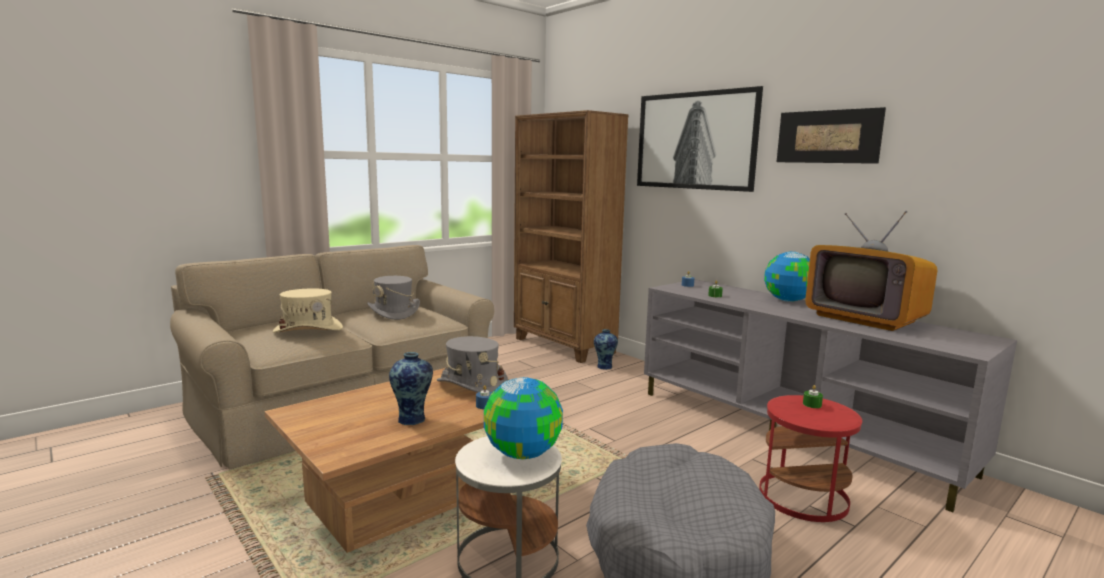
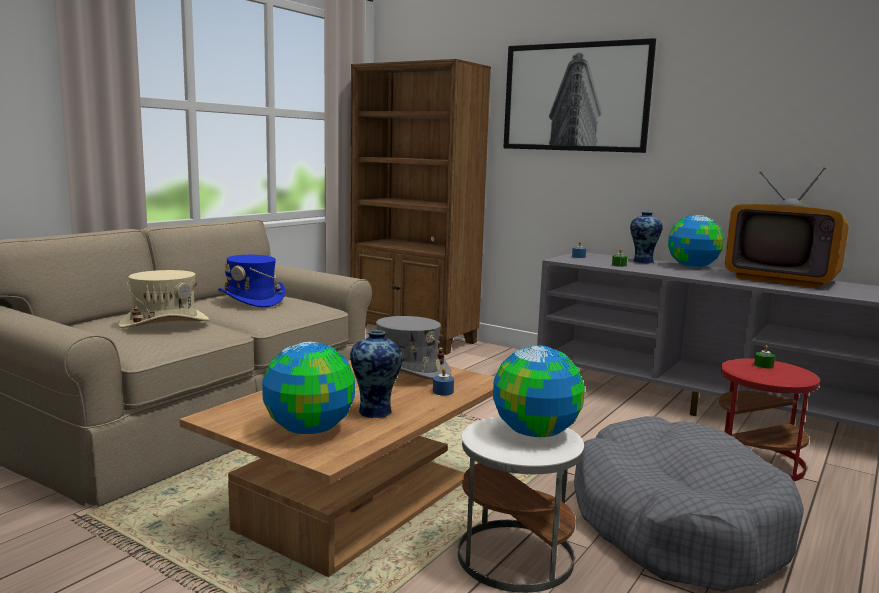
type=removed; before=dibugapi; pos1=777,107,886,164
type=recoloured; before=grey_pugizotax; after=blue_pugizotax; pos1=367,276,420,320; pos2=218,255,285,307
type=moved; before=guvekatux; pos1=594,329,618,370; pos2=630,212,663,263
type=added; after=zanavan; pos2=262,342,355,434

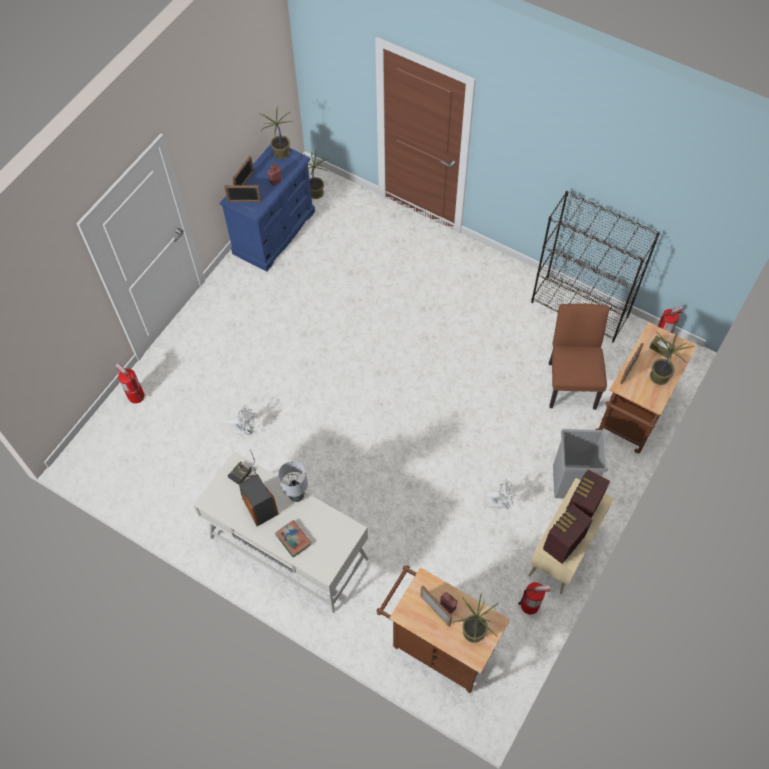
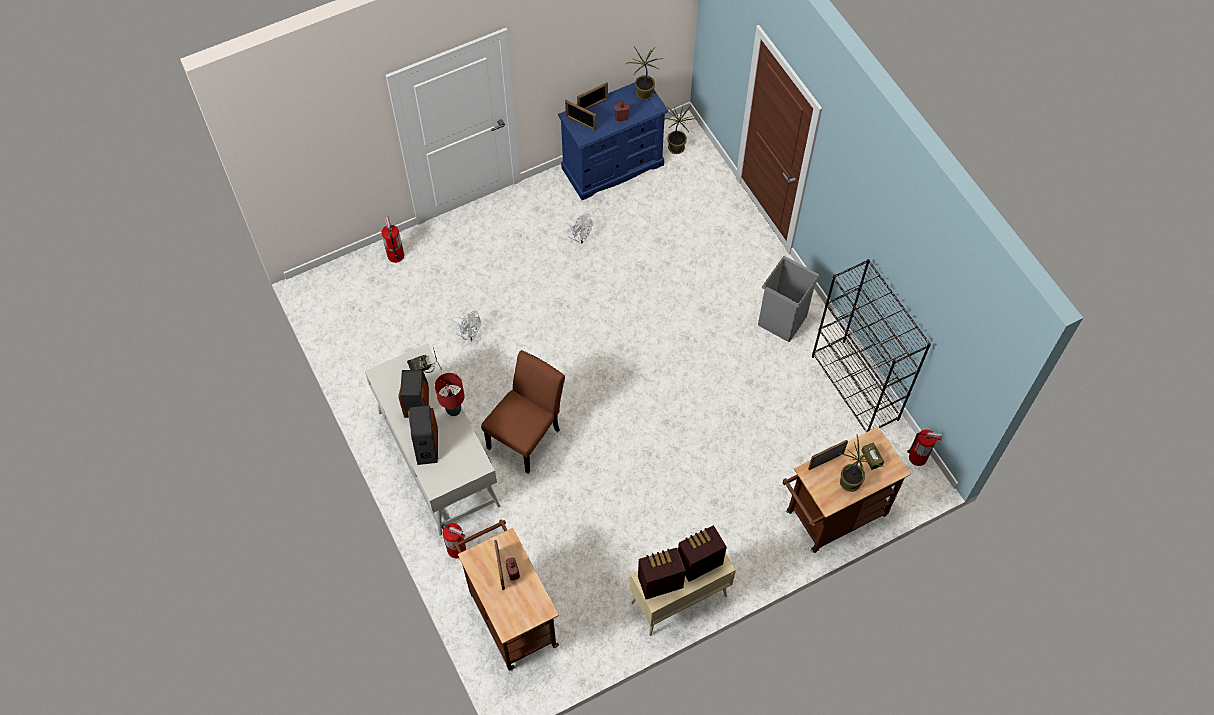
type=moved; before=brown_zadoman; pos1=549,304,609,410; pos2=481,350,565,474
type=moved; before=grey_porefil; pos1=553,429,607,498; pos2=758,256,820,342
type=recoloured; before=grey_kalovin; after=red_kalovin; pos1=278,461,308,502; pos2=435,373,465,416
type=moved; before=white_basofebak; pos1=486,479,515,509; pos2=566,214,592,244
type=replaced; before=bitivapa; after=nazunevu; pos1=275,520,311,558; pos2=408,406,438,465
type=moved; before=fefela; pos1=518,582,551,615; pos2=441,523,466,558
type=removed; before=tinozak; pos1=454,593,499,643

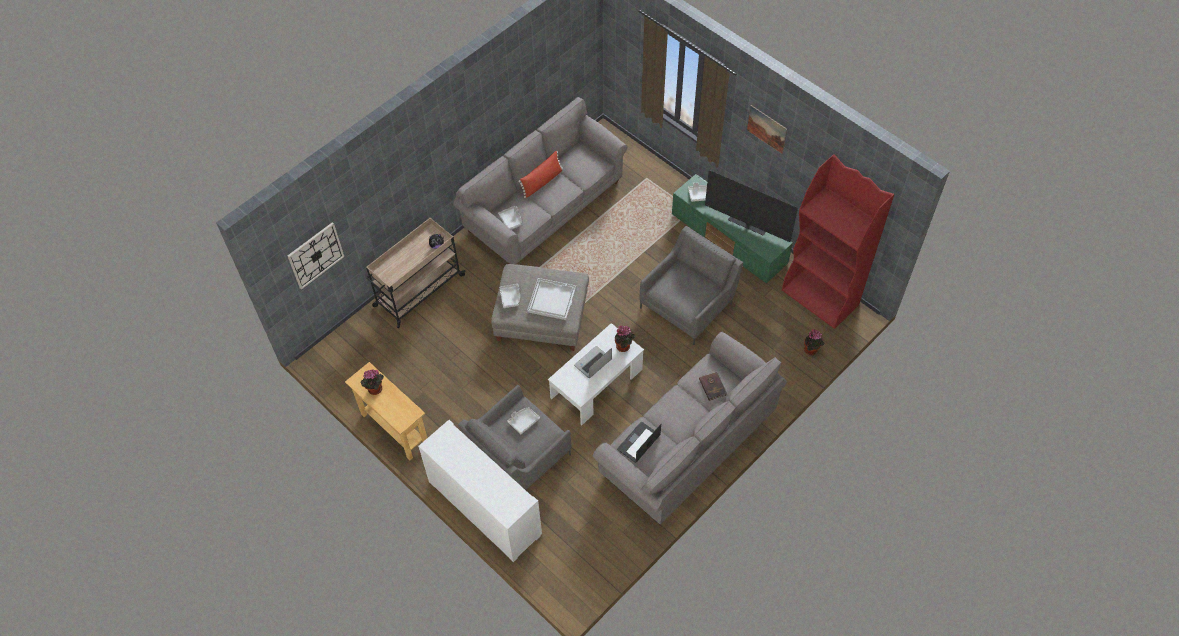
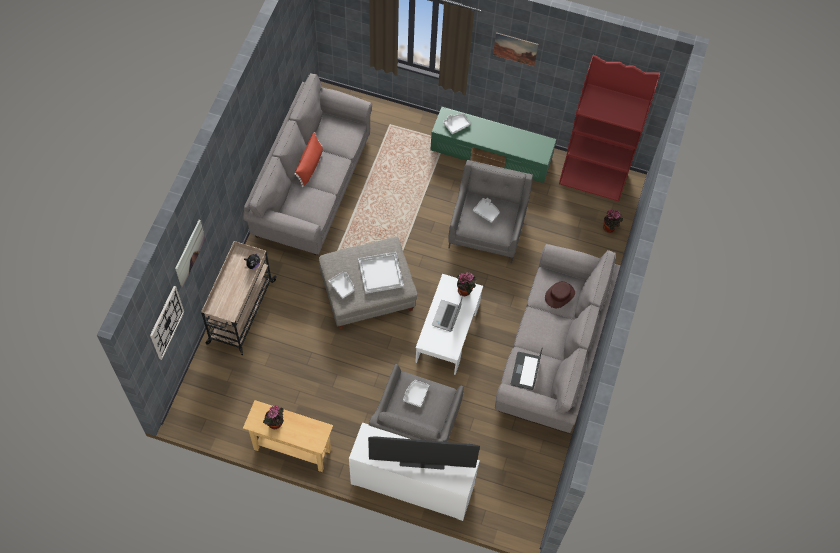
type=moved; before=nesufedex; pos1=705,170,798,242; pos2=368,437,480,470
type=moved; before=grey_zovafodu; pos1=498,206,522,230; pos2=473,198,500,223
type=replaced; before=brown_bitivapa; after=brown_pugizotax; pos1=699,371,727,401; pos2=545,282,575,308
type=added; after=dibugapi; pos2=175,220,205,287

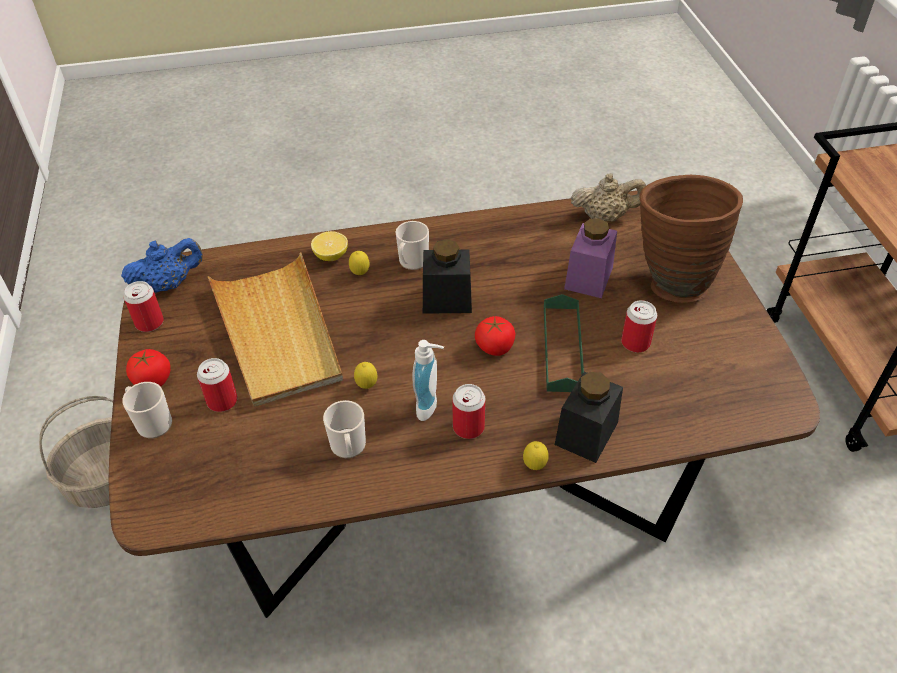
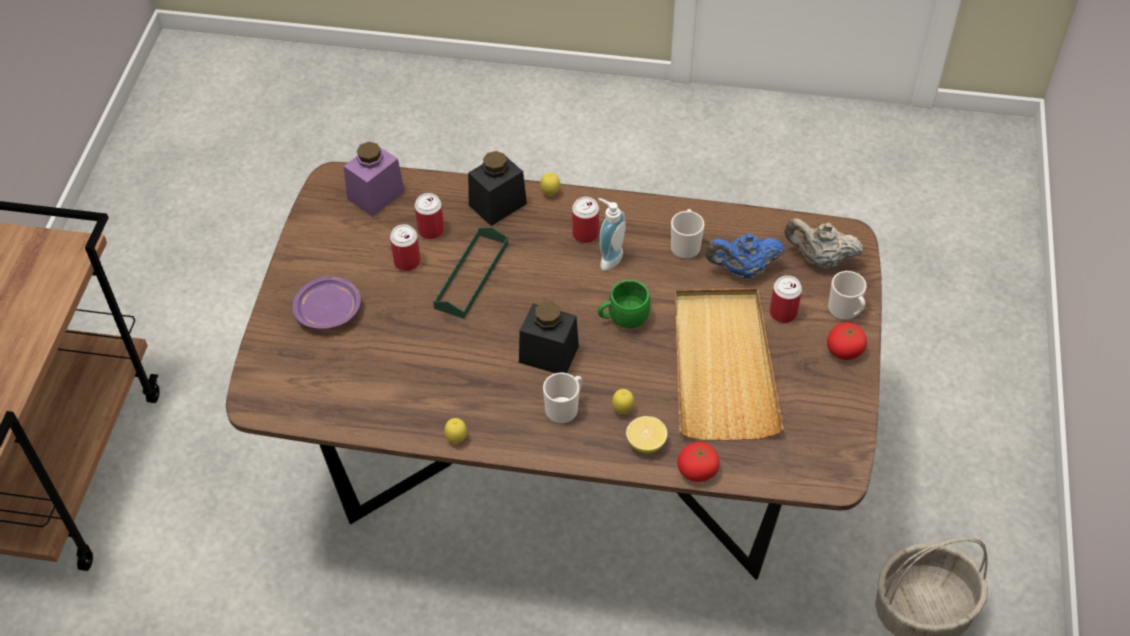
type=moved; before=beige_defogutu; pos1=571,173,646,221; pos2=784,218,863,269
type=replaced; before=brown_guvekatux; after=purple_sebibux; pos1=639,175,743,303; pos2=292,276,361,330
type=moved; before=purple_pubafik; pos1=564,218,617,298; pos2=344,142,405,217
type=moved; before=blue_defogutu; pos1=121,238,203,293; pos2=705,233,785,278
type=moved; before=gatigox; pos1=123,281,164,332; pos2=415,193,444,239
type=moved; before=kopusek; pos1=475,316,515,356; pos2=677,442,719,482
type=moved; before=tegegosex; pos1=354,362,378,389; pos2=444,418,467,443
type=added; after=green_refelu; pos2=598,280,650,328

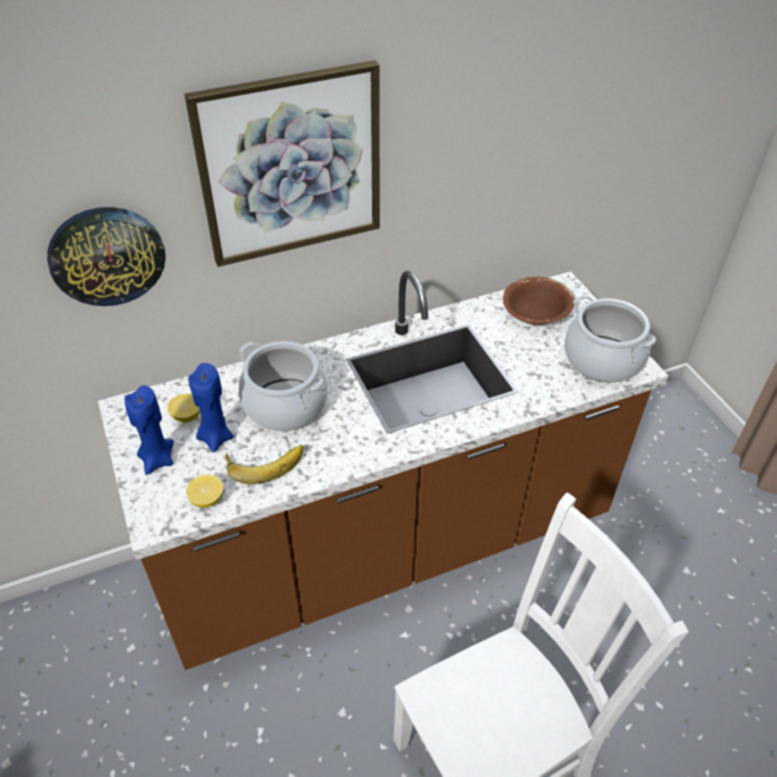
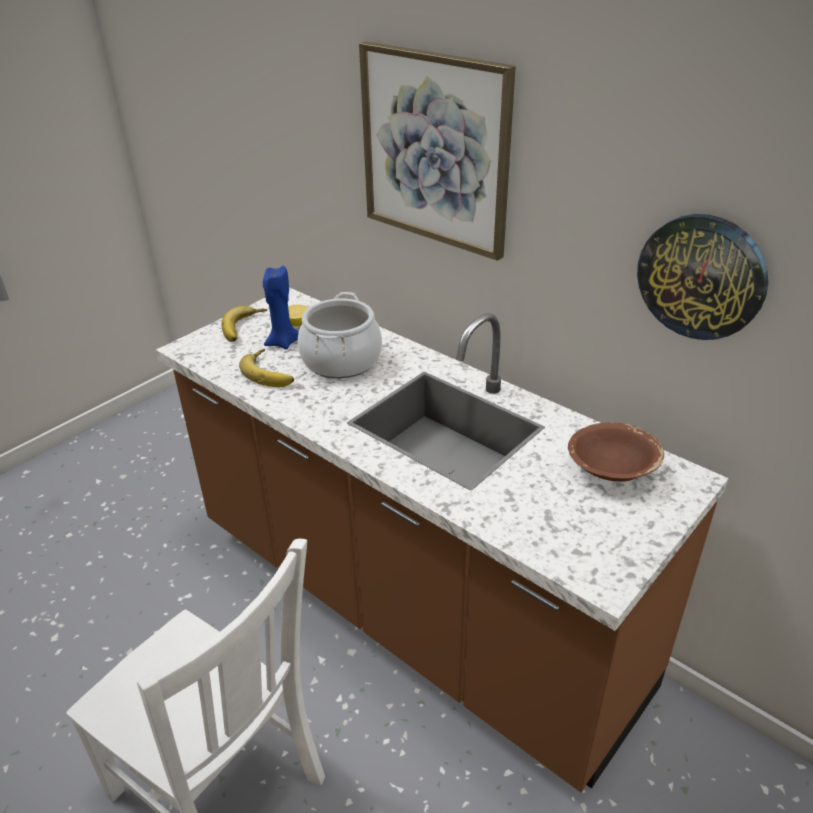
type=moved; before=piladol; pos1=47,207,166,306; pos2=637,214,768,340
type=removed; before=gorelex; pos1=565,295,656,382
type=replaced; before=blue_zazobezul; after=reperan; pos1=125,385,174,475; pos2=221,306,267,342
type=removed; before=tegegosex; pos1=186,474,223,508

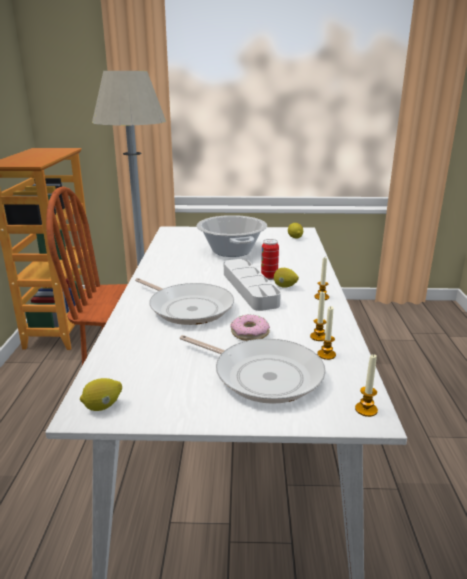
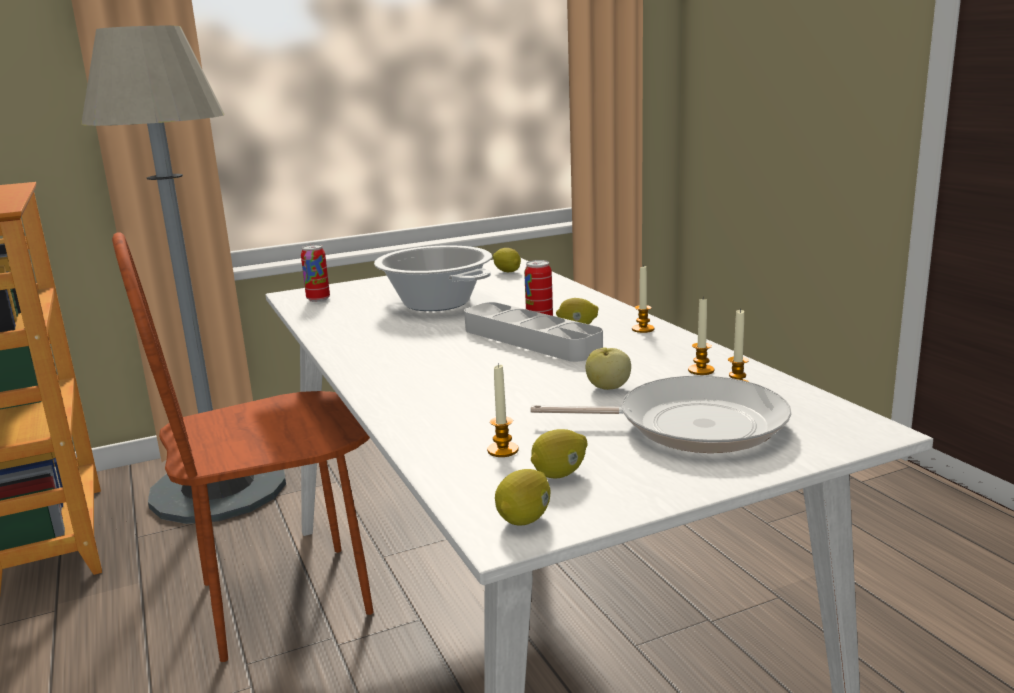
type=removed; before=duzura; pos1=135,278,234,325
type=replaced; before=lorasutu; after=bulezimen; pos1=230,314,270,341; pos2=586,348,631,390
type=moved; before=zazobezul; pos1=355,354,378,417; pos2=487,364,518,457
type=added; after=gatigox; pos2=301,245,330,302
type=added; after=tegegosex; pos2=531,429,588,478

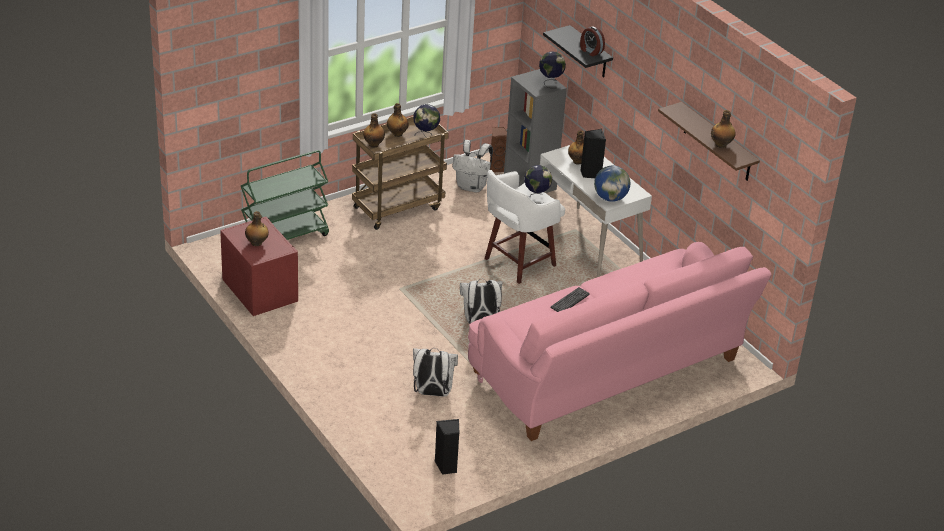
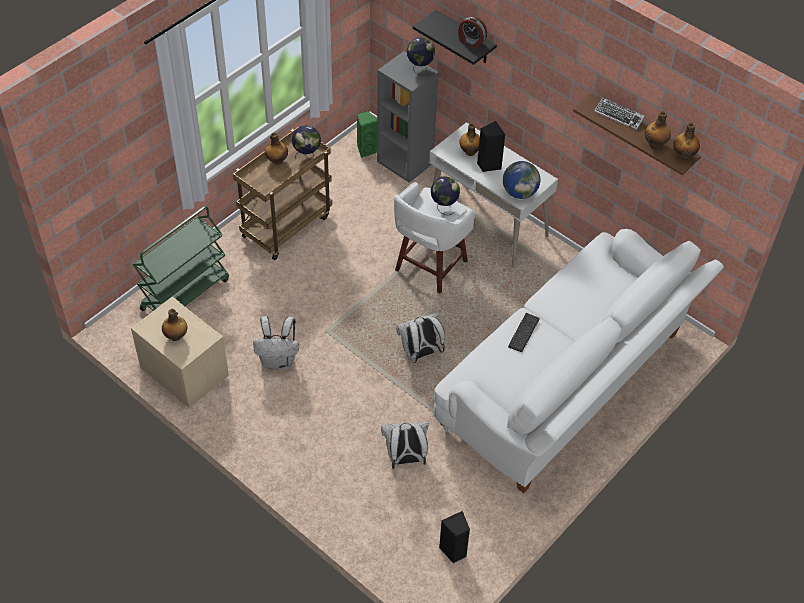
type=moved; before=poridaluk; pos1=363,113,385,148; pos2=673,123,700,160
type=recoloured; before=brown_nazunevu; after=green_nazunevu; pos1=490,127,507,173; pos2=357,111,377,158
type=moved; before=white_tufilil; pos1=452,140,493,192; pos2=253,316,299,369
type=recoloured; before=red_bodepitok; after=beige_bodepitok; pos1=220,217,298,316; pos2=131,297,229,408
type=recoloured; before=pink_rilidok; after=white_rilidok; pos1=468,242,772,441; pos2=433,229,724,493
type=added; after=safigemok; pos2=594,97,645,130

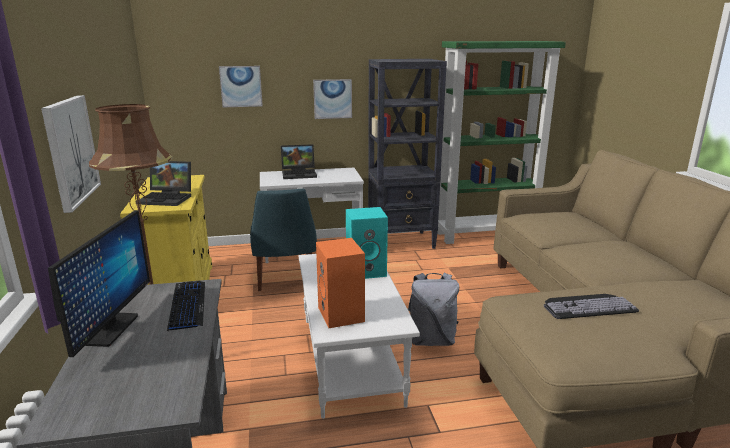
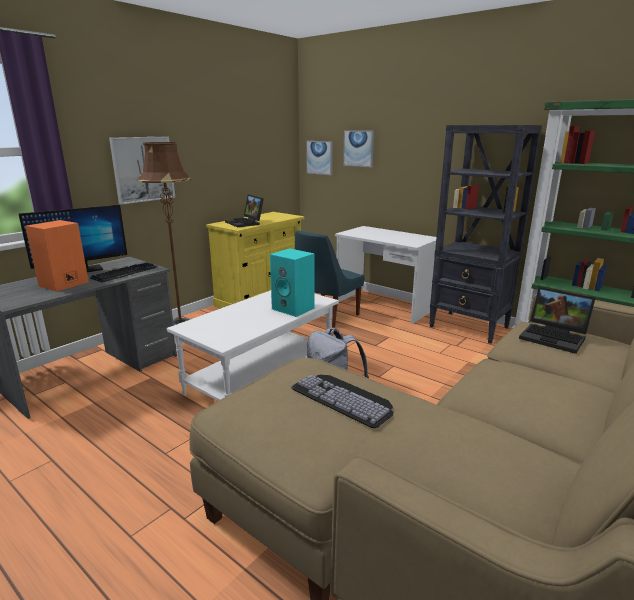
type=moved; before=dibugapi; pos1=313,79,352,119; pos2=306,141,333,175
type=moved; before=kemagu; pos1=281,144,317,179; pos2=519,287,596,354
type=moved; before=orange_nazunevu; pos1=316,238,365,328; pos2=25,220,89,292

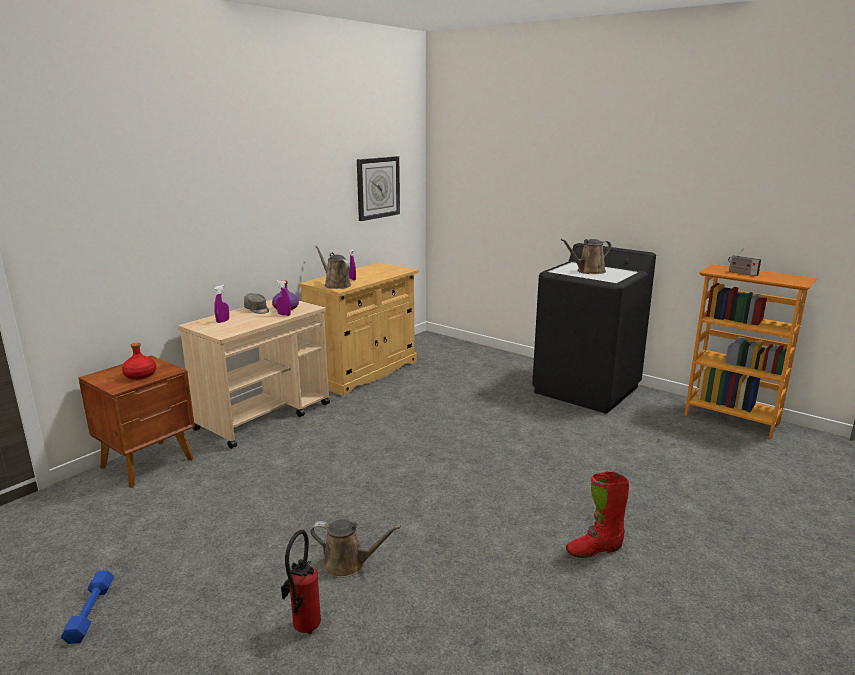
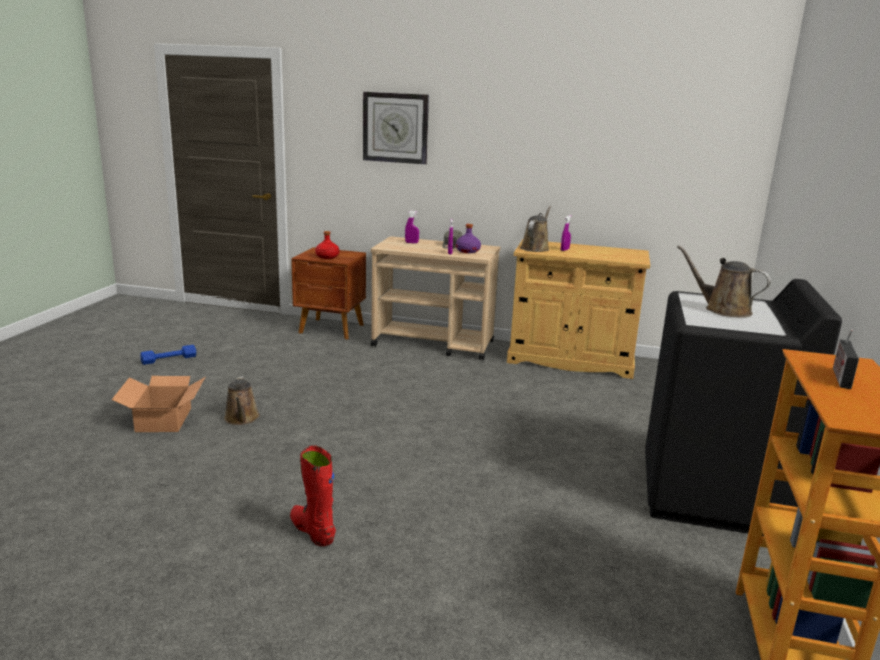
type=moved; before=piladol; pos1=357,156,400,221; pos2=363,92,429,164
type=replaced; before=fefela; after=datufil; pos1=281,530,321,634; pos2=112,376,205,432

